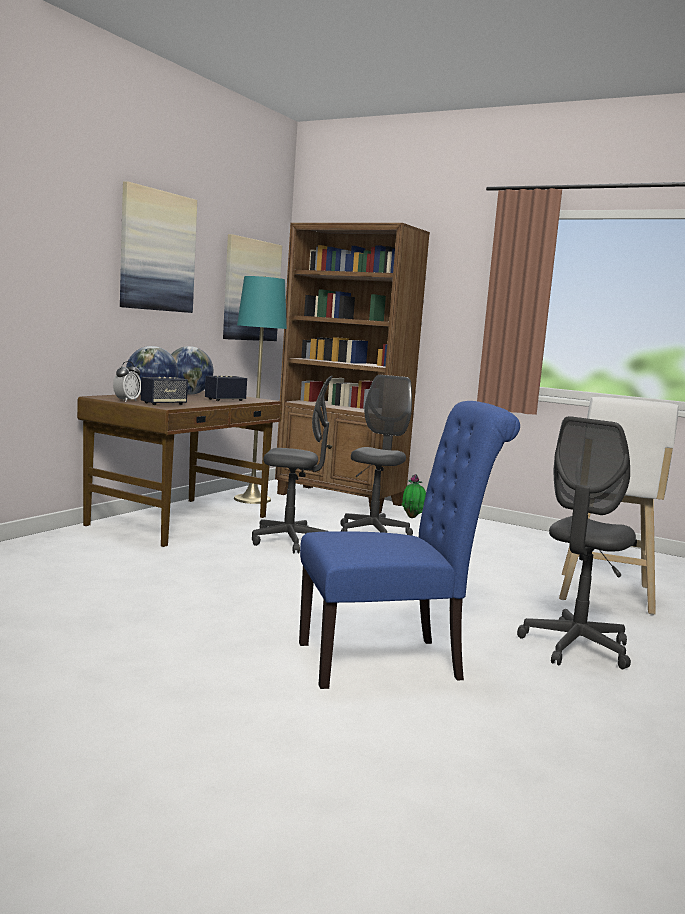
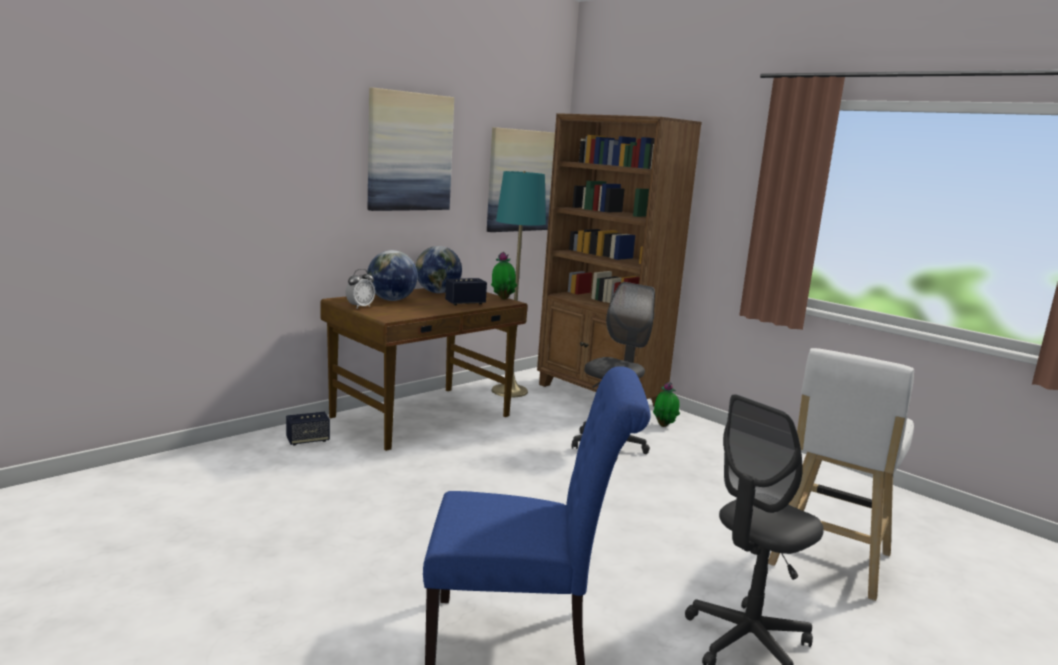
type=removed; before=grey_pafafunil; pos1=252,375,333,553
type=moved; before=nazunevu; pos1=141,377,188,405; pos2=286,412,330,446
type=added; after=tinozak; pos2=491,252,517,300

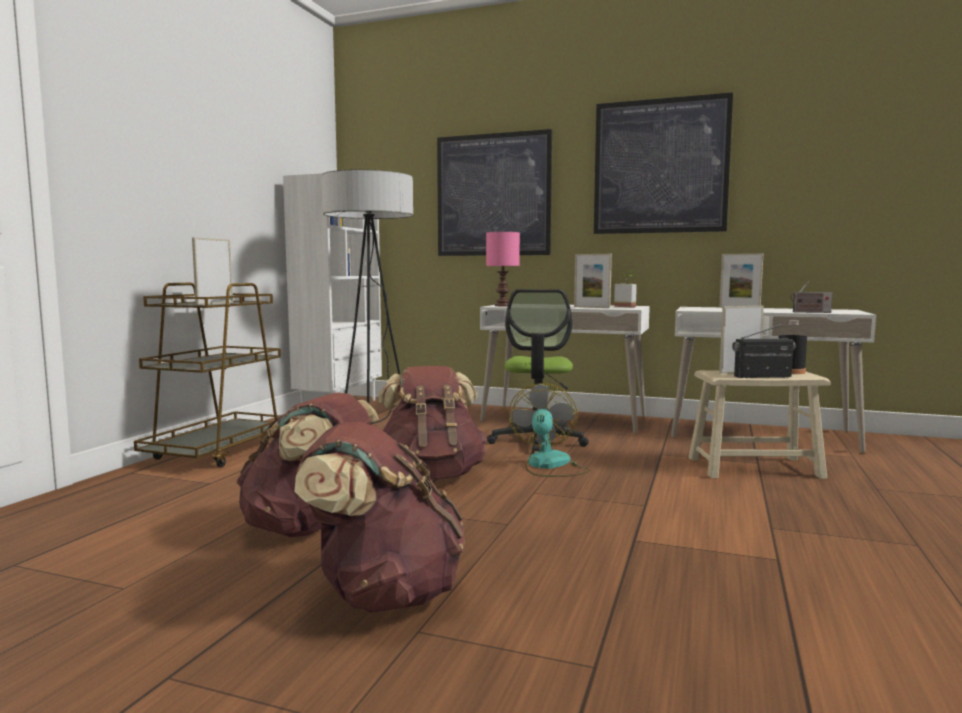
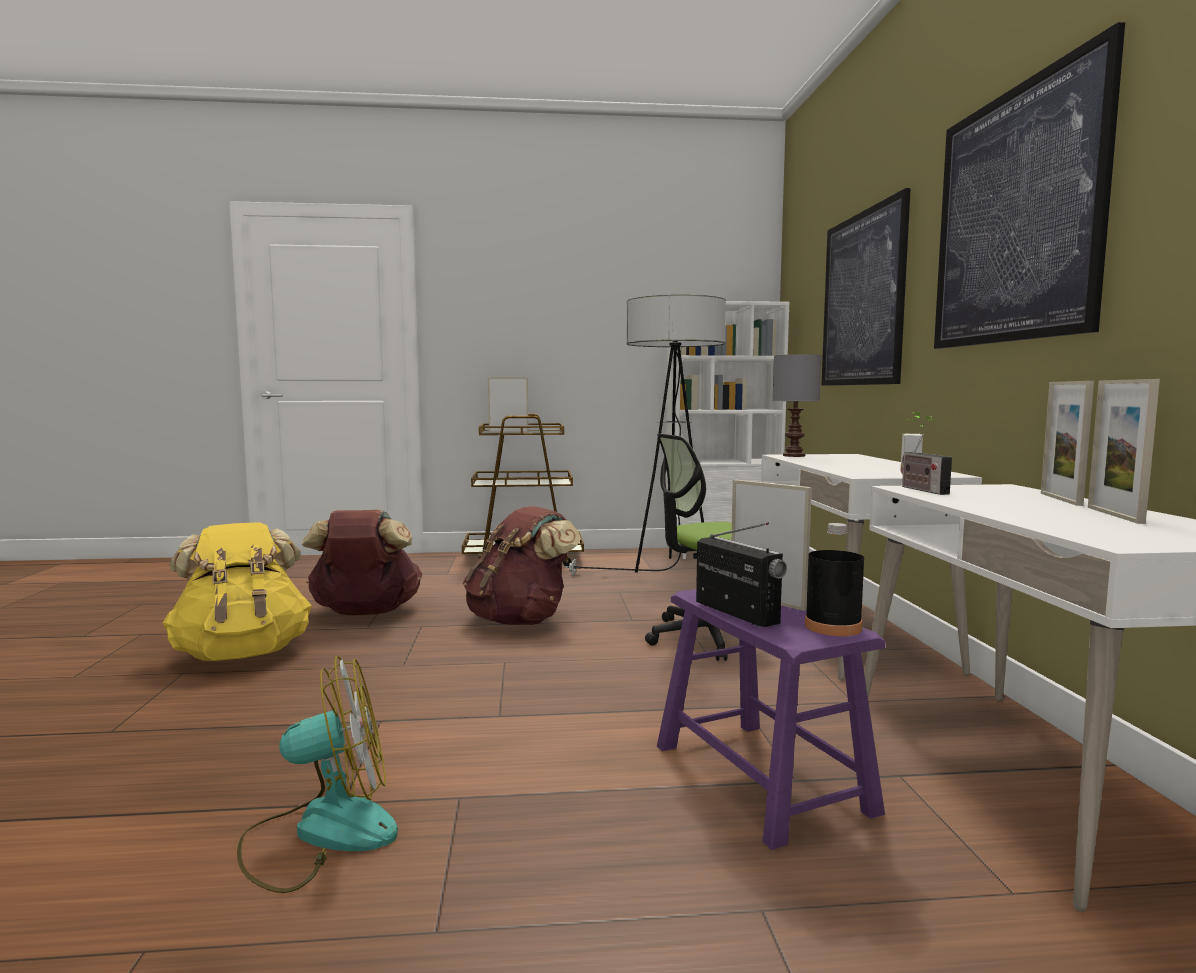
type=recoloured; before=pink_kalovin; after=grey_kalovin; pos1=486,232,520,306; pos2=773,354,822,457
type=moved; before=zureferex; pos1=574,254,612,308; pos2=1088,379,1160,524
type=moved; before=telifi; pos1=790,281,833,313; pos2=902,434,952,495
type=recoloured; before=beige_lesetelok; after=purple_lesetelok; pos1=689,370,830,479; pos2=657,589,885,850
type=moved; before=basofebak; pos1=508,383,591,477; pos2=237,655,398,893
type=recoloured; before=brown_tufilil; after=yellow_tufilil; pos1=294,422,465,613; pos2=163,522,312,661

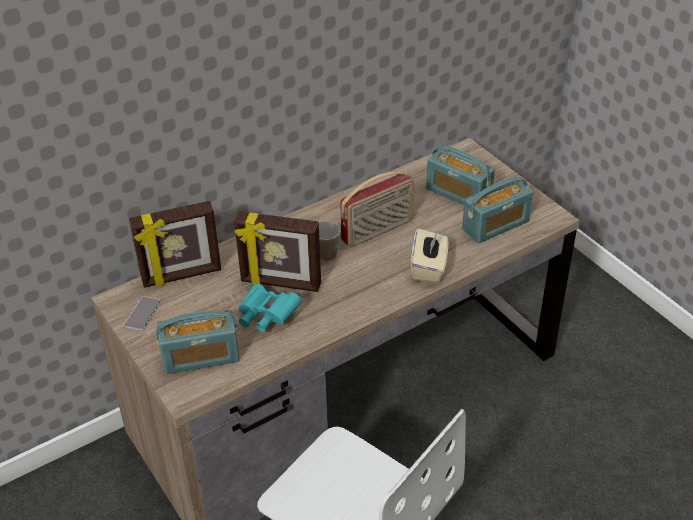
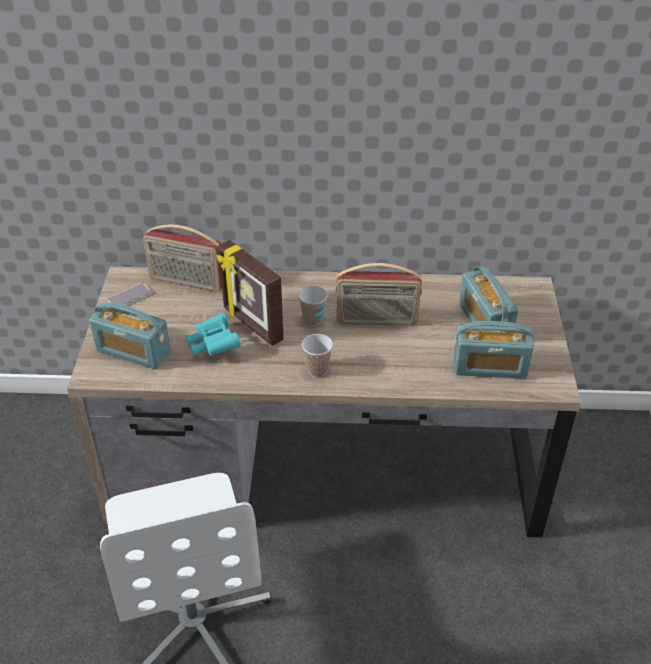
type=replaced; before=zureferex; after=telifi; pos1=129,201,221,288; pos2=143,225,222,292
type=removed; before=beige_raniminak; pos1=411,228,448,282
type=added; after=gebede; pos2=302,334,333,377

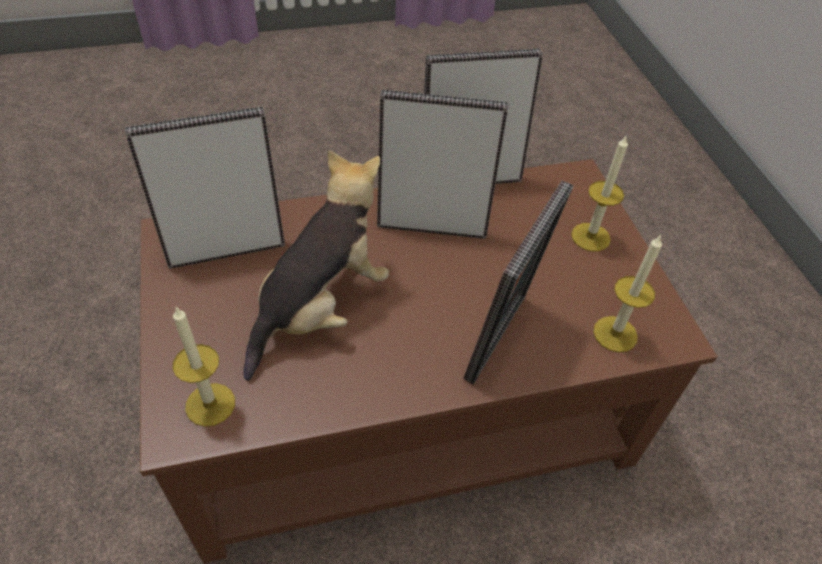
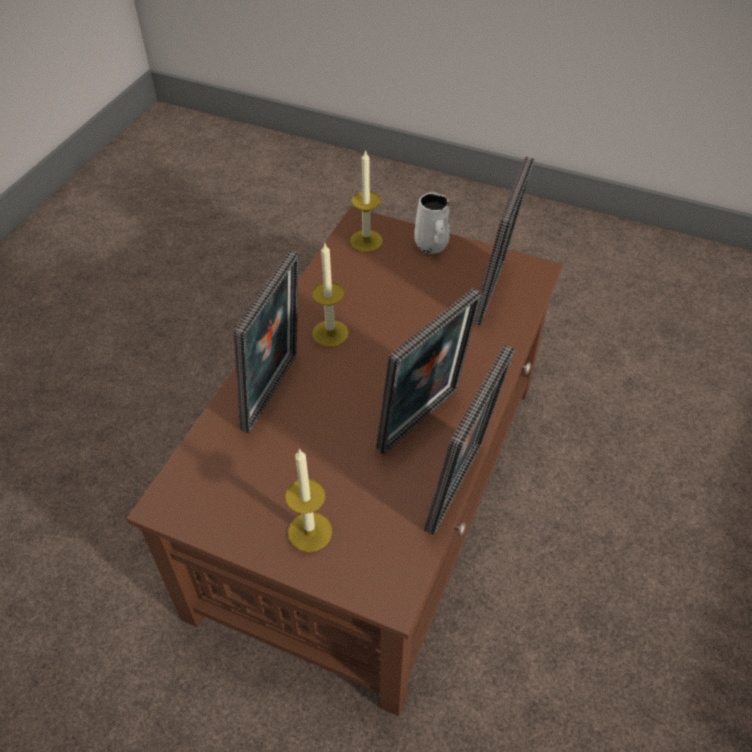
type=removed; before=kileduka; pos1=243,150,389,381
type=turned; before=zureferex; pos1=463,180,573,384; pos2=233,251,299,433; turn=-135
type=moved; before=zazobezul; pos1=593,235,662,352; pos2=312,244,349,347
type=added; after=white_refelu; pos2=414,192,450,254

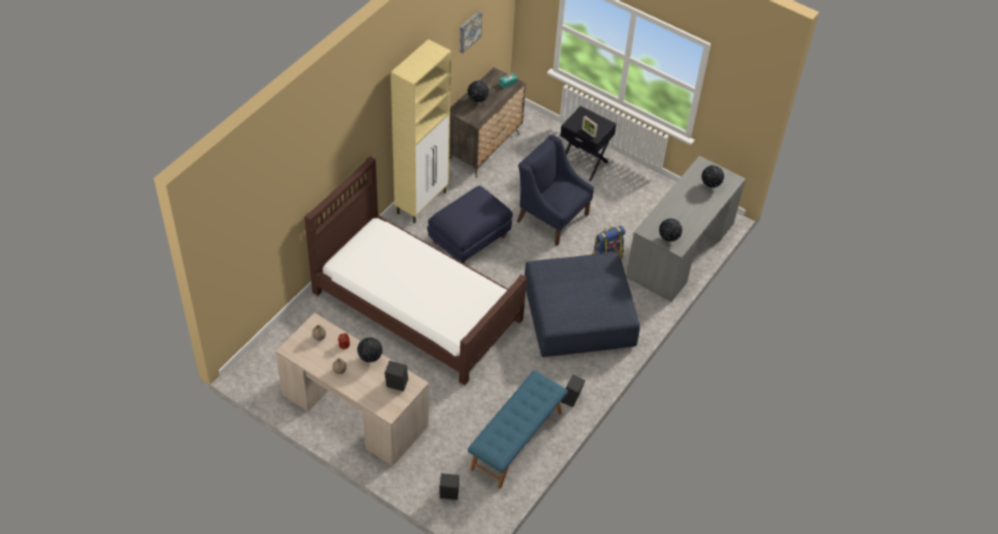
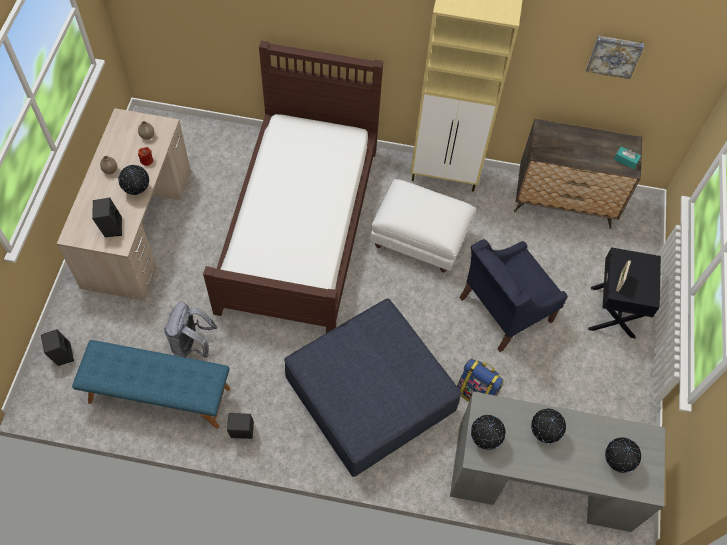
type=moved; before=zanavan; pos1=467,81,489,102; pos2=531,408,566,443
type=turned; before=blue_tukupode; pos1=517,134,594,246; pos2=459,239,568,352; turn=-135
type=recoloured; before=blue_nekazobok; after=white_nekazobok; pos1=427,186,513,264; pos2=370,179,476,272
type=added; after=grey_tufilil; pos2=164,302,217,358

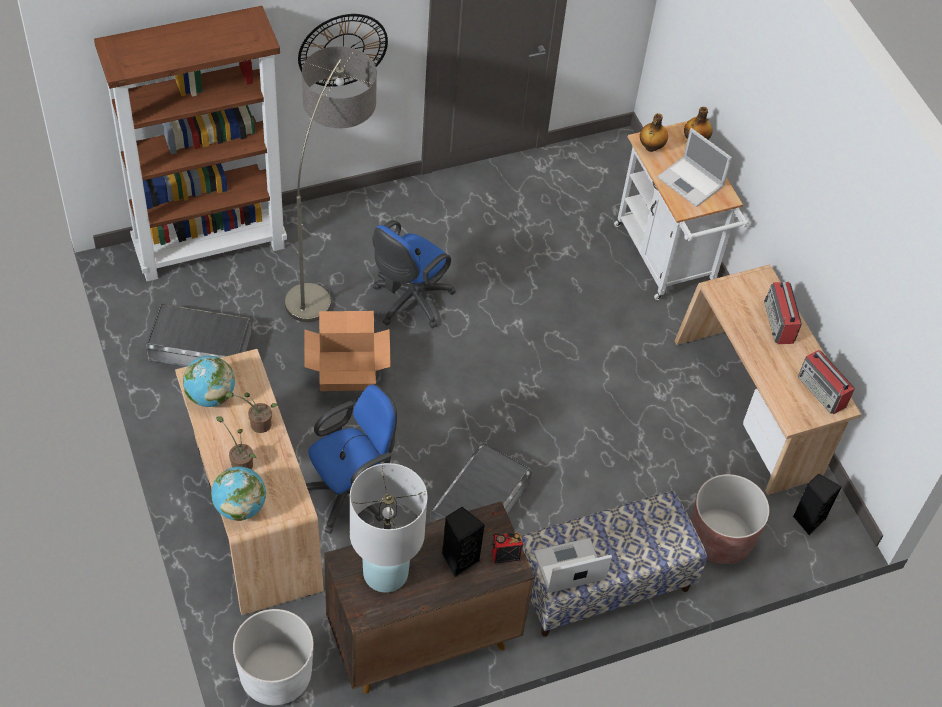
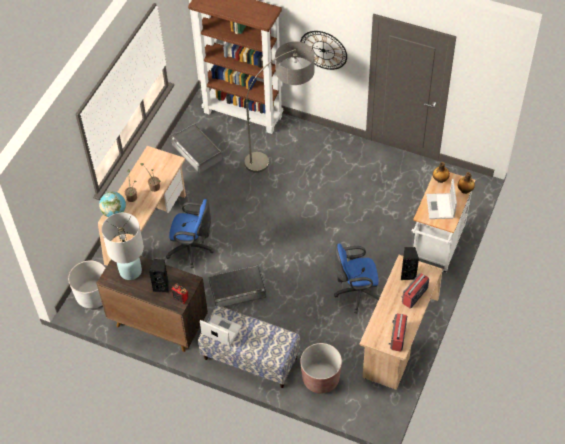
type=moved; before=blue_pafafunil; pos1=372,220,456,328; pos2=334,243,380,313
type=removed; before=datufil; pos1=304,311,391,391
type=removed; before=zanavan; pos1=183,356,235,407
type=moved; before=black_nazunevu; pos1=793,473,842,535; pos2=401,247,419,280

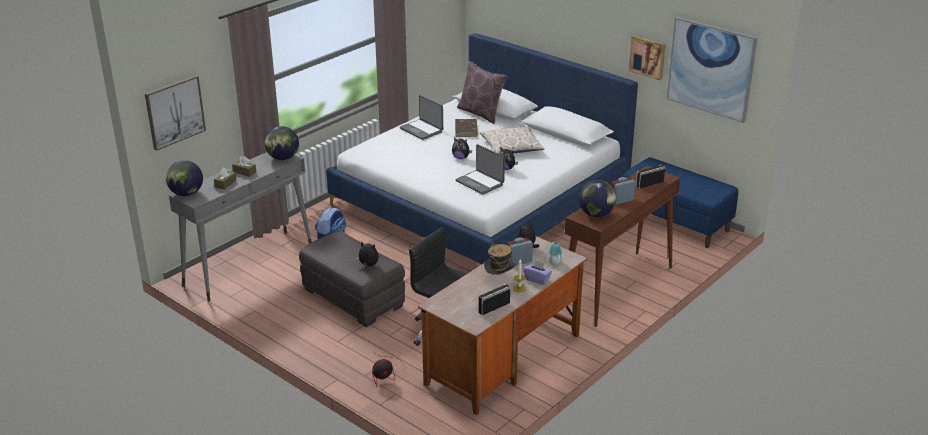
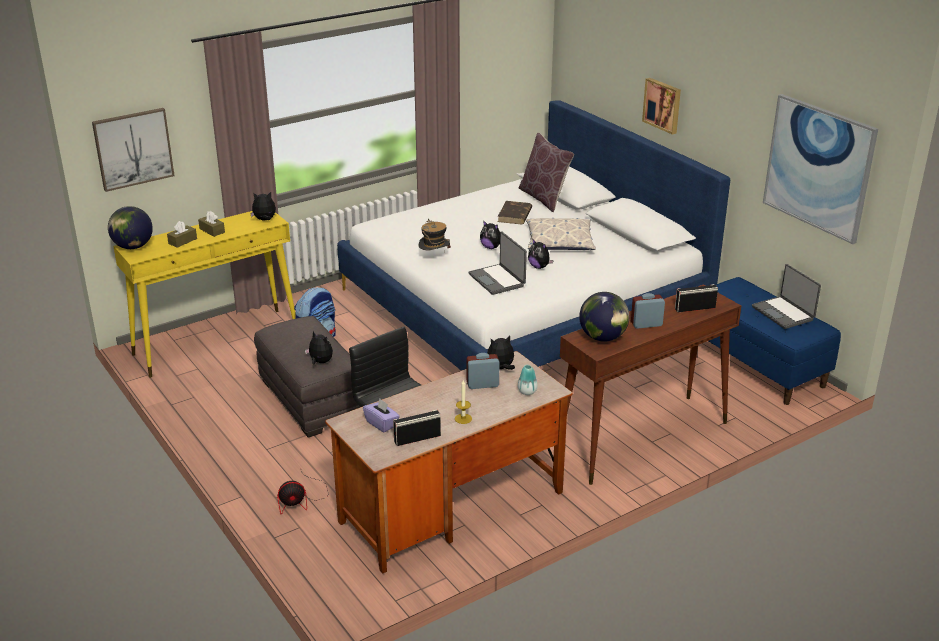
type=moved; before=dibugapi; pos1=629,36,666,80; pos2=642,78,681,134
type=moved; before=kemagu; pos1=400,95,443,140; pos2=752,264,821,329
type=replaced; before=zanavan; after=kileduka; pos1=265,126,299,160; pos2=250,192,276,220
type=recoloured; before=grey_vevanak; after=yellow_vevanak; pos1=169,152,312,301; pos2=113,211,296,378
type=moved; before=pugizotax; pos1=484,243,515,275; pos2=419,219,451,251
type=moved; before=purple_raniminak; pos1=523,260,552,285; pos2=363,398,400,433

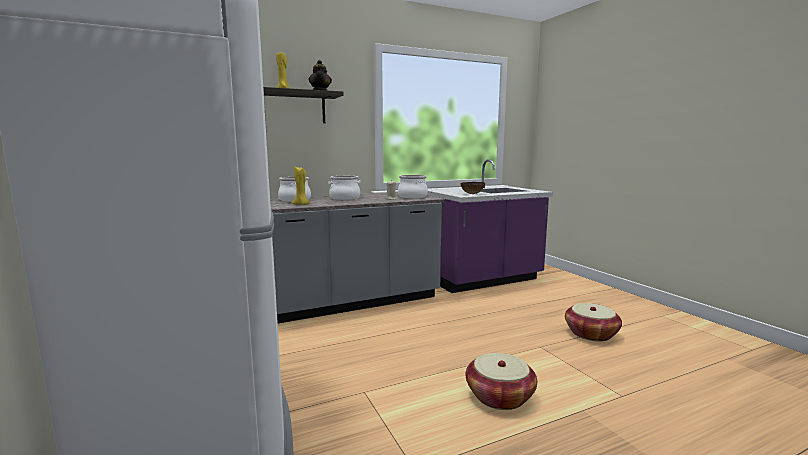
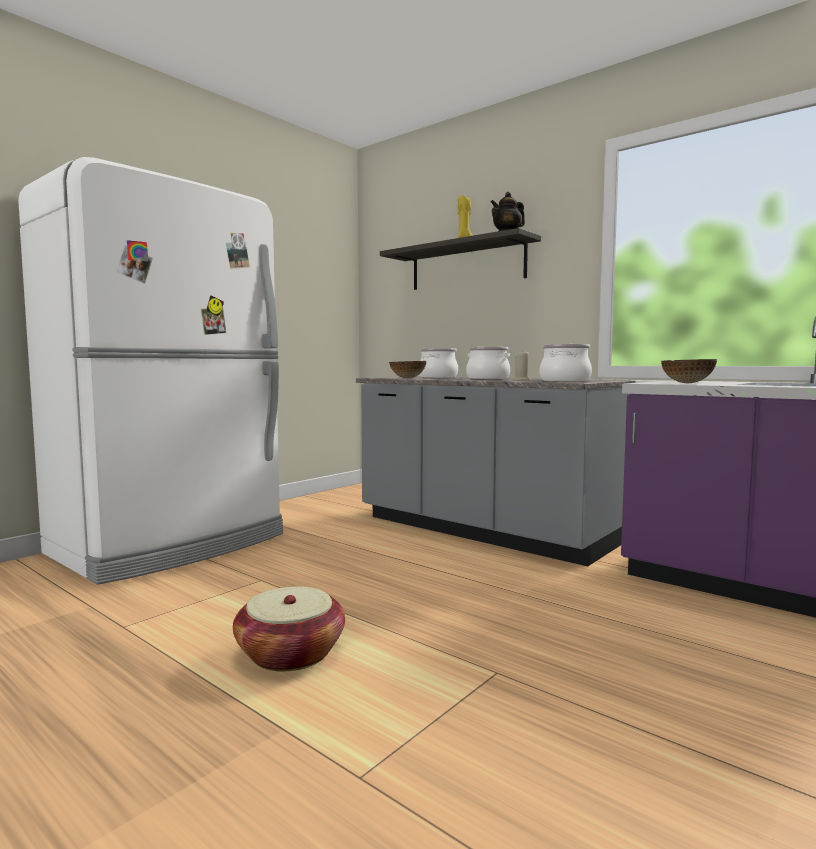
type=replaced; before=yellow_zazobezul; after=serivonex; pos1=292,167,310,205; pos2=389,361,426,378
type=removed; before=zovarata; pos1=565,303,622,342

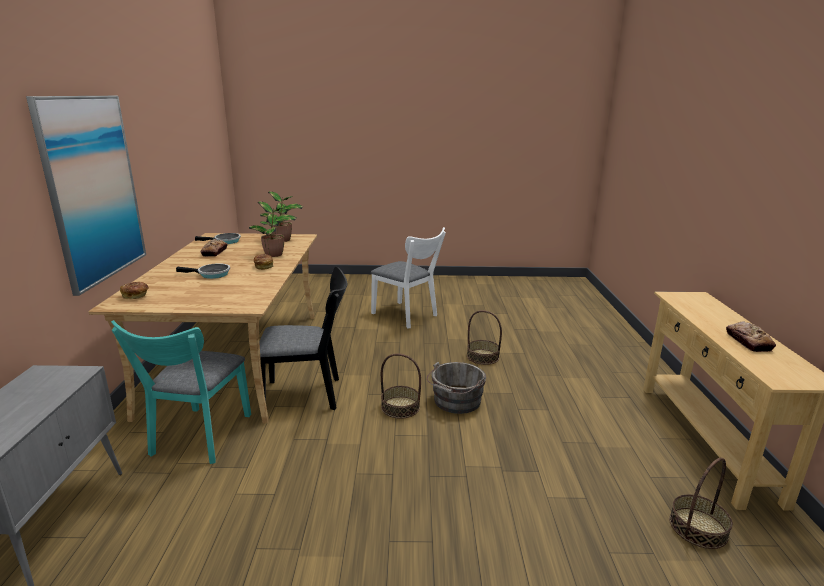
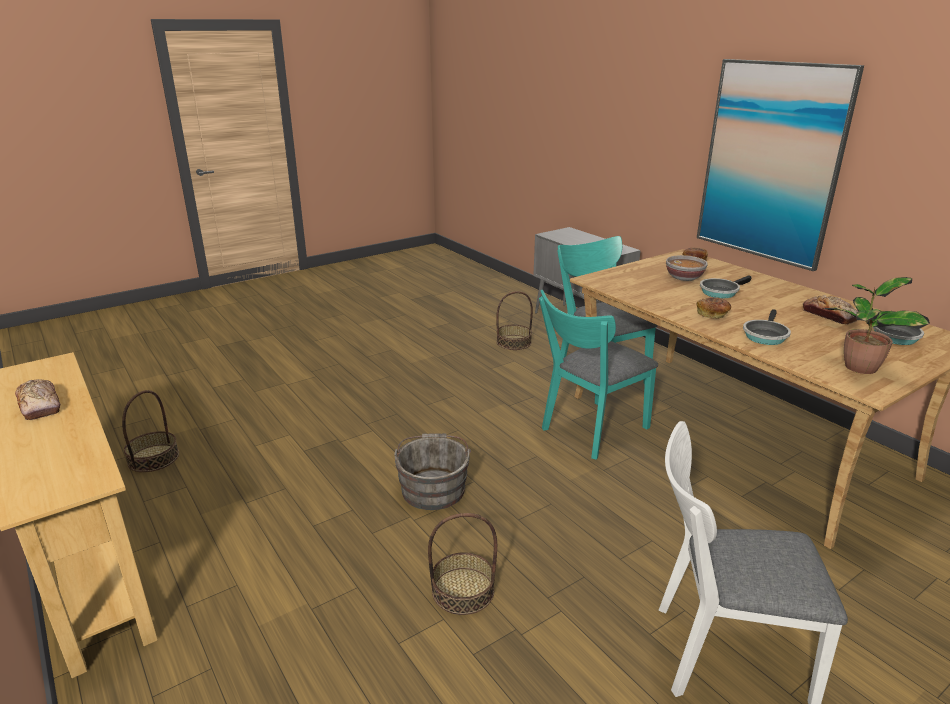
type=replaced; before=tinozak; after=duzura; pos1=249,201,297,257; pos2=743,309,791,345
type=recoloured; before=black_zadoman; after=turquoise_zadoman; pos1=259,267,347,410; pos2=539,290,658,460
type=moved; before=zovarata; pos1=381,353,421,419; pos2=496,291,533,350
type=added; after=serivonex; pos2=666,255,708,281

